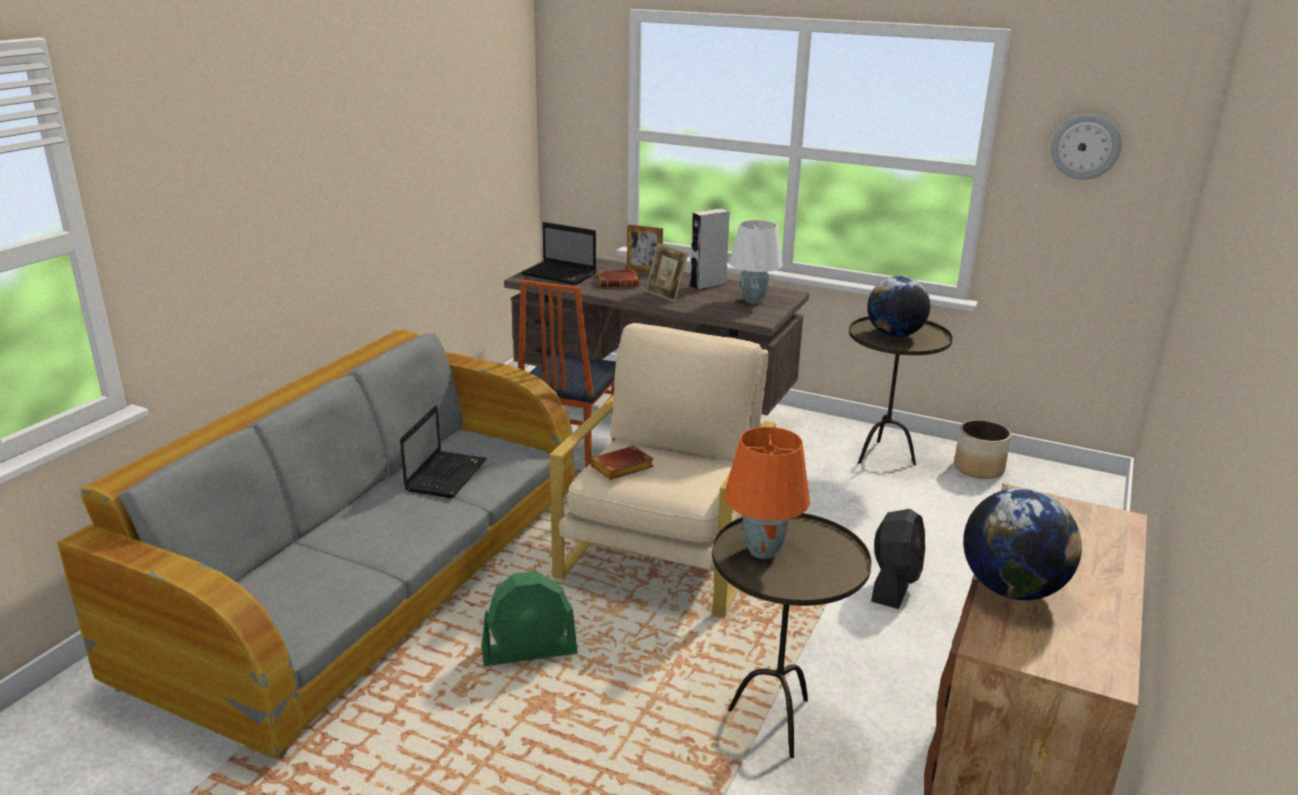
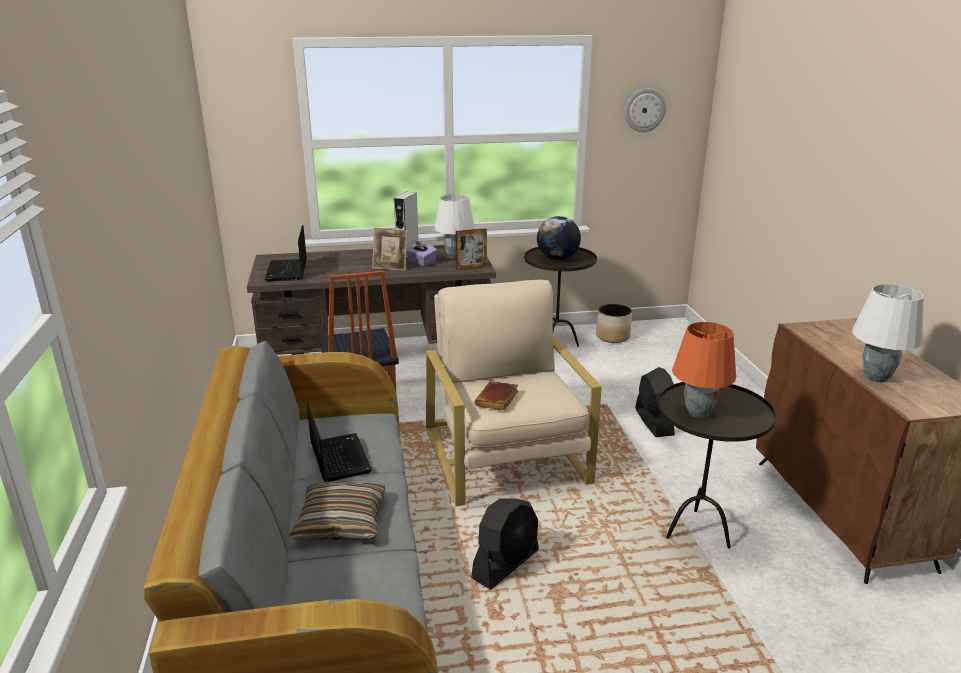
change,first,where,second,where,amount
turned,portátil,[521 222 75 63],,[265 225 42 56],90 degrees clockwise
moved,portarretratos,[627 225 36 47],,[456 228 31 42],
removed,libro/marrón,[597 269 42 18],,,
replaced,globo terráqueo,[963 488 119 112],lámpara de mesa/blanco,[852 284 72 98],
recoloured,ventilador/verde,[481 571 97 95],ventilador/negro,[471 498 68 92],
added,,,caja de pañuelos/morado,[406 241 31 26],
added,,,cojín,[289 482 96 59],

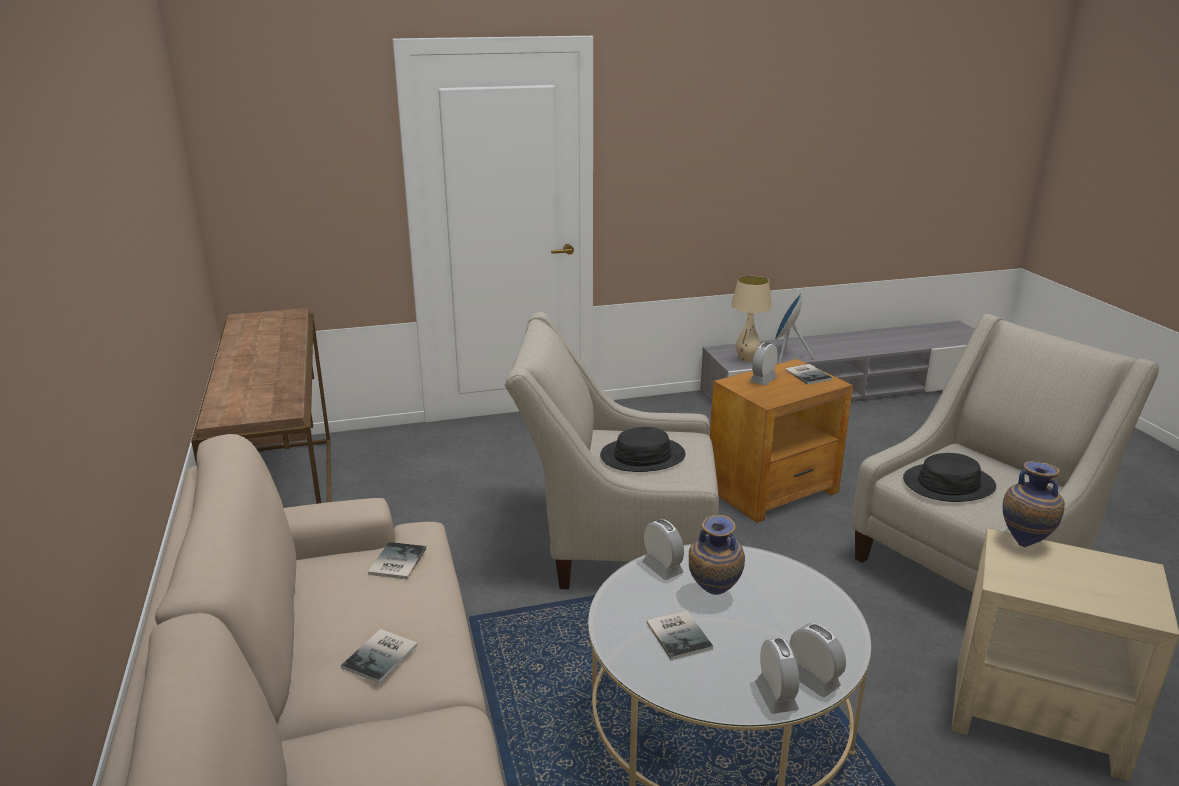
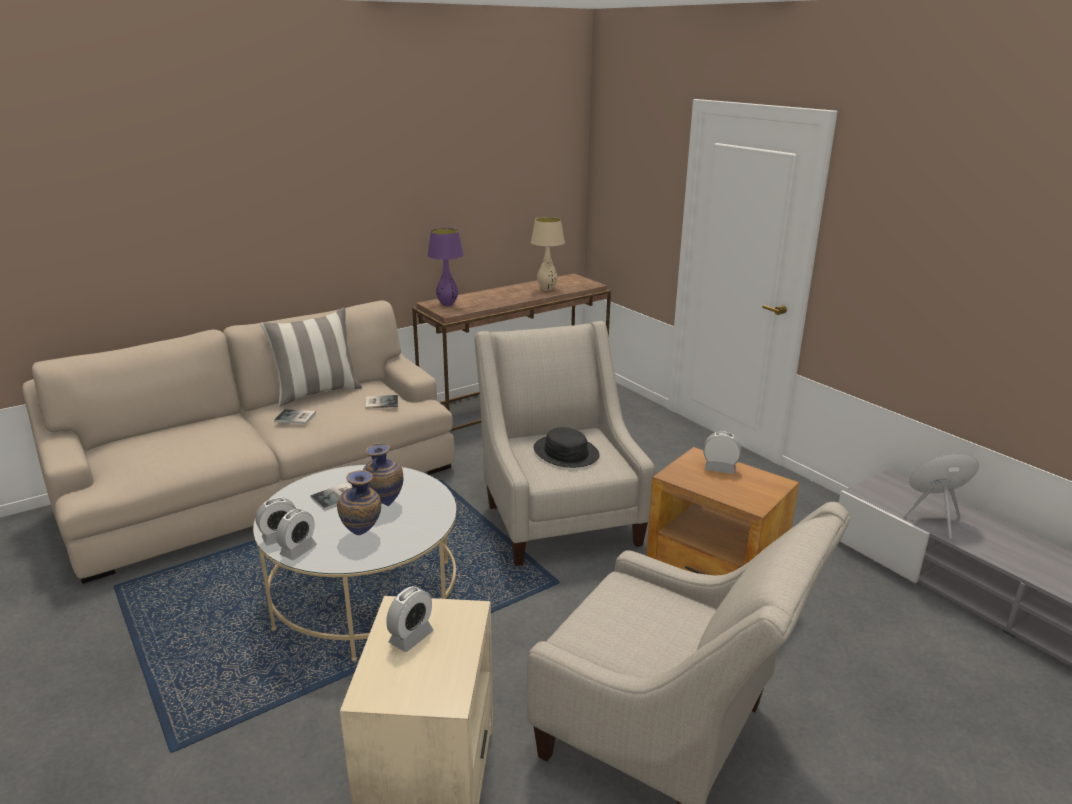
change,first,where,second,where,amount
moved,lámpara de mesa/beis,[731 276 41 86],,[531 217 34 74],
removed,libro,[785 364 47 21],,,
removed,sombrero/negro,[903 453 93 49],,,
moved,florero,[1003 461 62 86],,[337 470 44 65],
moved,despertador,[643 519 41 61],,[386 586 48 66],
added,,,lámpara de mesa/morado,[427 228 37 78],
added,,,cojín,[260 307 102 100],

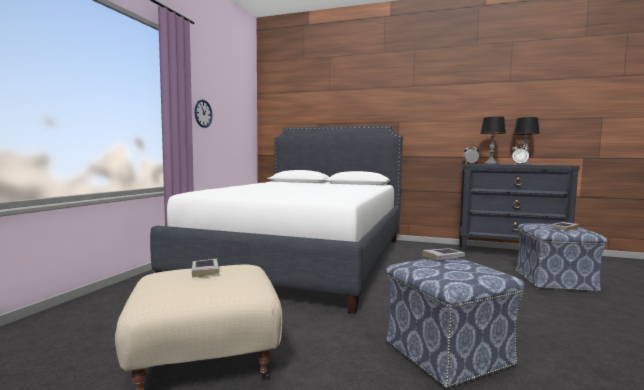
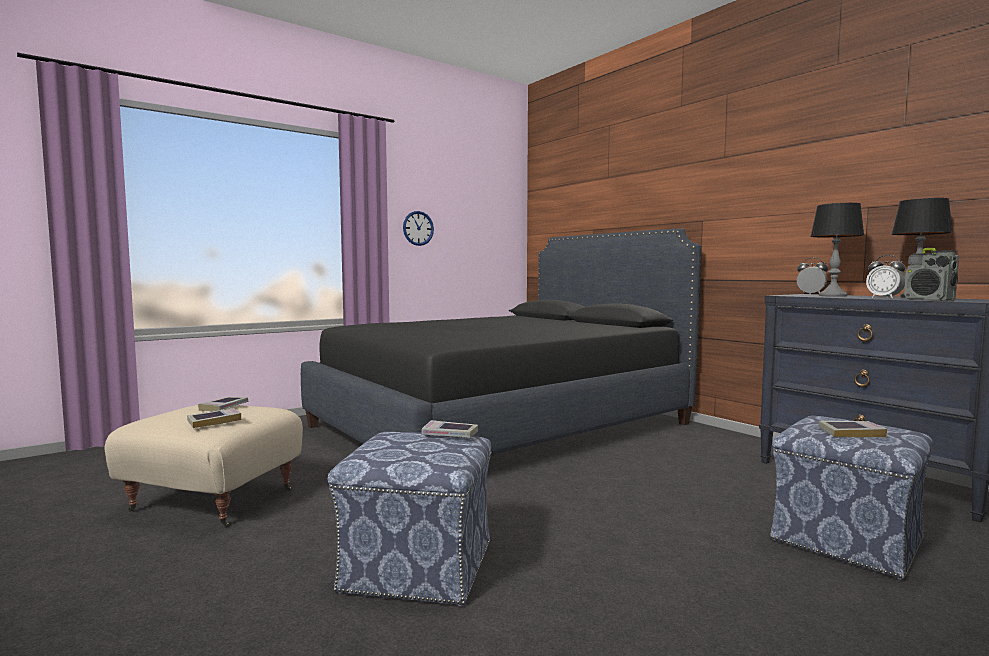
change,first,where,second,where,amount
recoloured,cama/blanco,[150 126 253 188],cama/negro,[301 228 400 227],
added,,,radio,[904 248 55 53],
added,,,libro,[187 408 54 20],

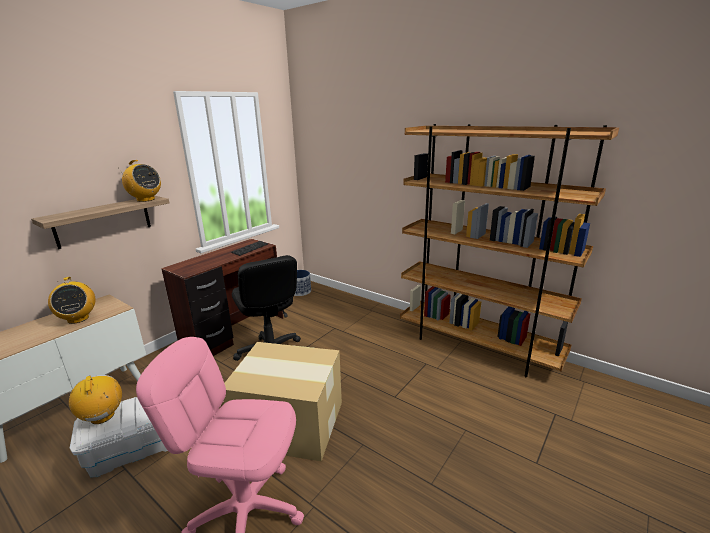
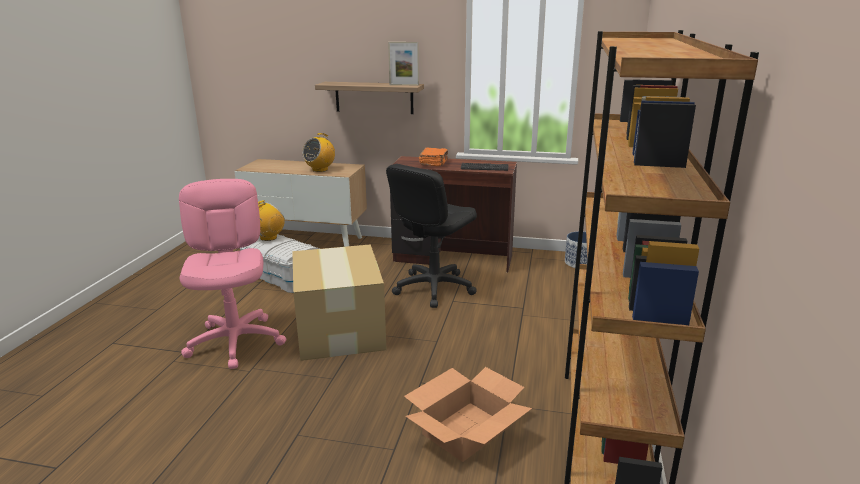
change,first,where,second,where,amount
replaced,radio,[120 160 41 42],portarretratos,[388 42 31 43],
added,,,libro/naranja,[419 147 29 19],
added,,,caja de cartón,[404 367 128 95],

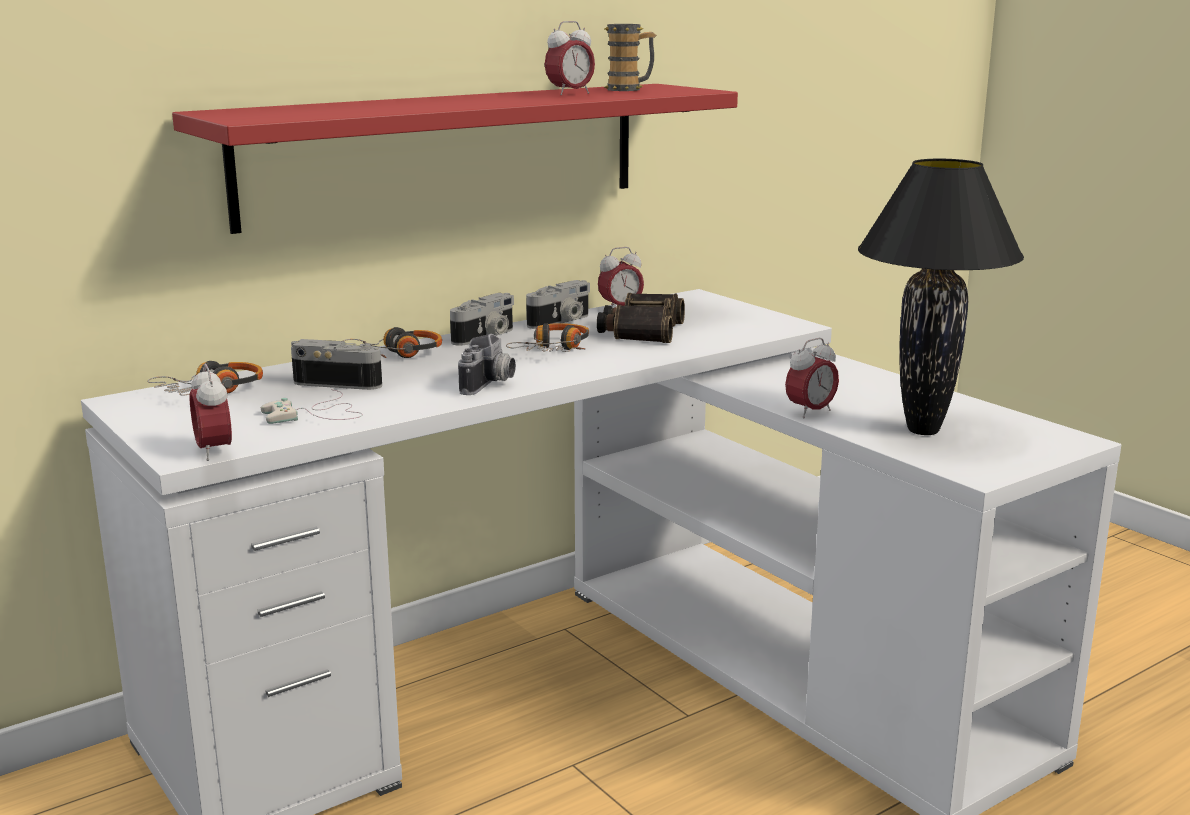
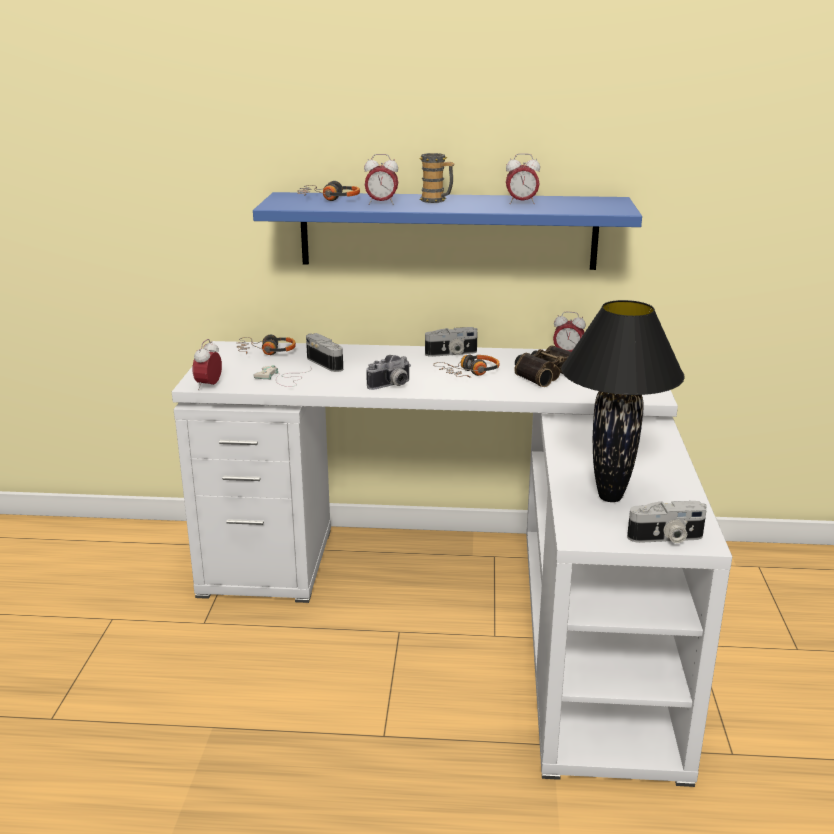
change,first,where,second,where,amount
moved,taza grande,[604 24 53 67],,[419 153 36 50],
recoloured,estante/rojo,[172 84 566 150],estante/azul,[253 192 389 78],
moved,cámara,[526 280 64 49],,[627 501 80 42],
moved,auriculares,[343 327 99 31],,[298 181 62 20],
moved,despertador,[785 338 54 81],,[364 154 34 51],

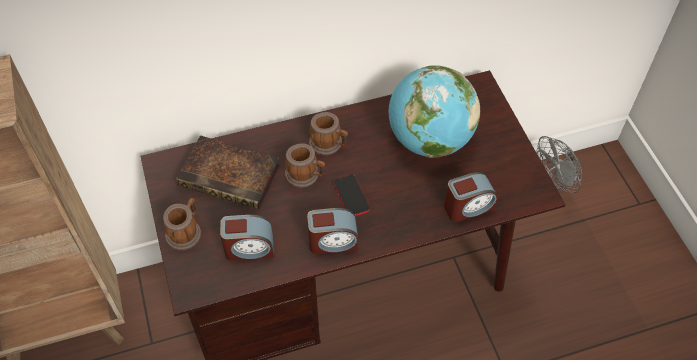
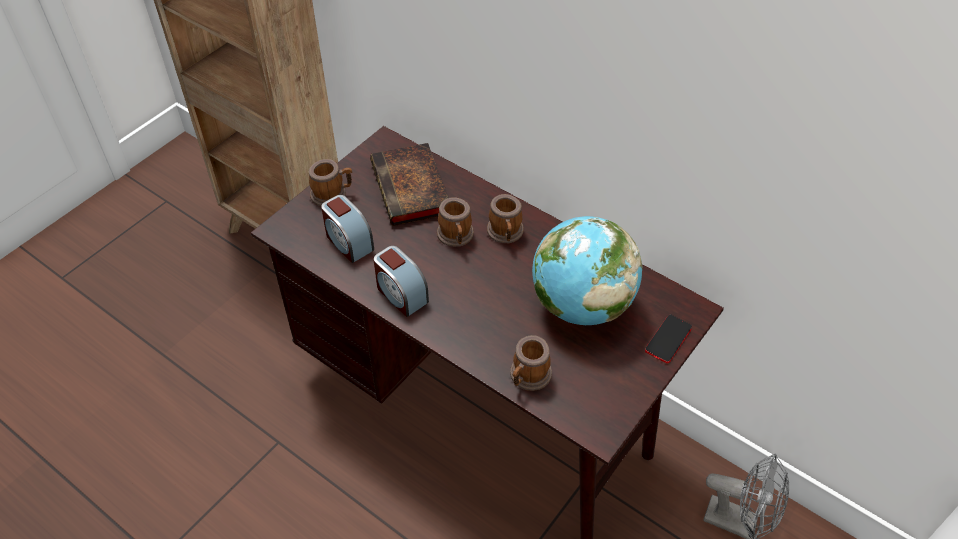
change,first,where,second,where,amount
replaced,despertador,[444 172 53 50],taza grande,[510 335 42 56],
moved,móvil,[334 175 36 41],,[645 314 47 49],

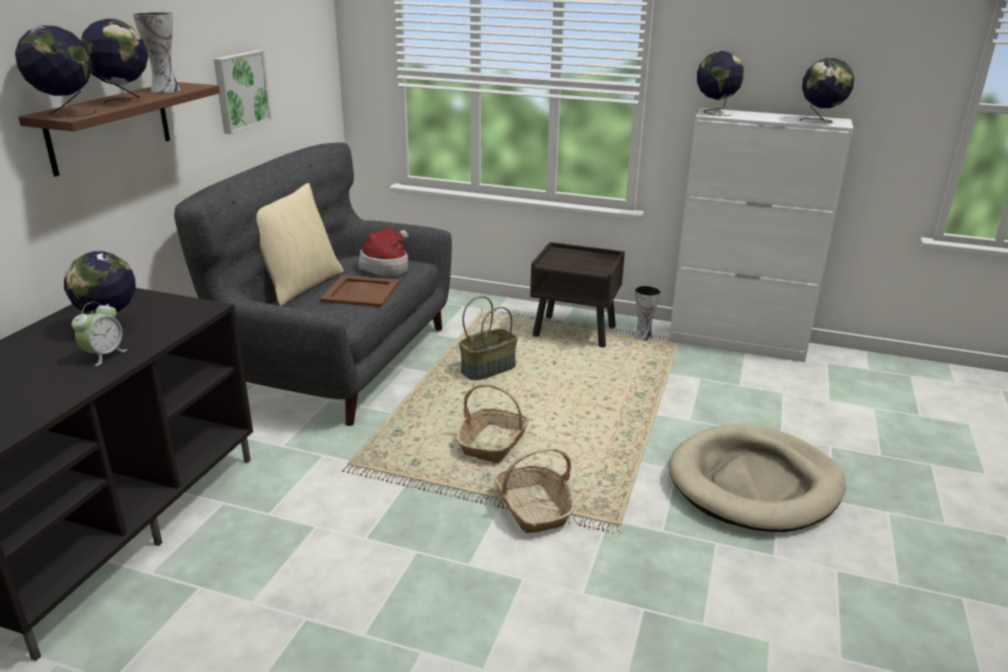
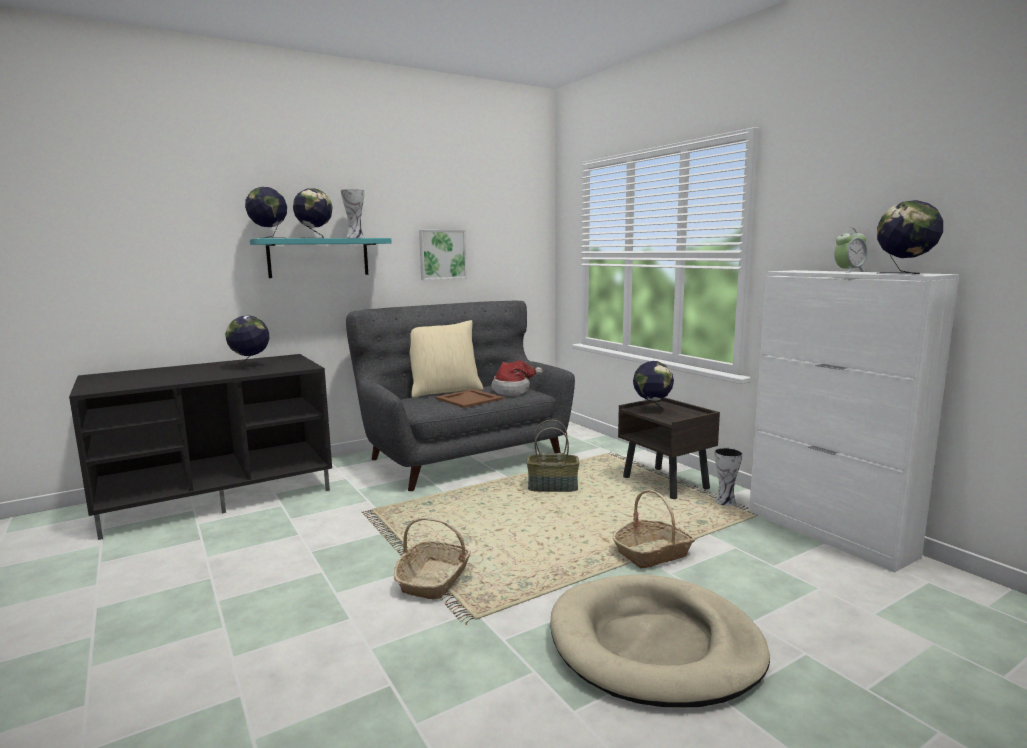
change,first,where,second,where,amount
moved,globo terráqueo,[697 51 47 65],,[633 361 41 54],
recoloured,estante/marrón,[18 82 202 95],estante/turquesa,[250 238 142 40],
moved,despertador,[72 302 55 64],,[834 228 33 45],
moved,cesta,[456 384 73 79],,[613 489 82 79],

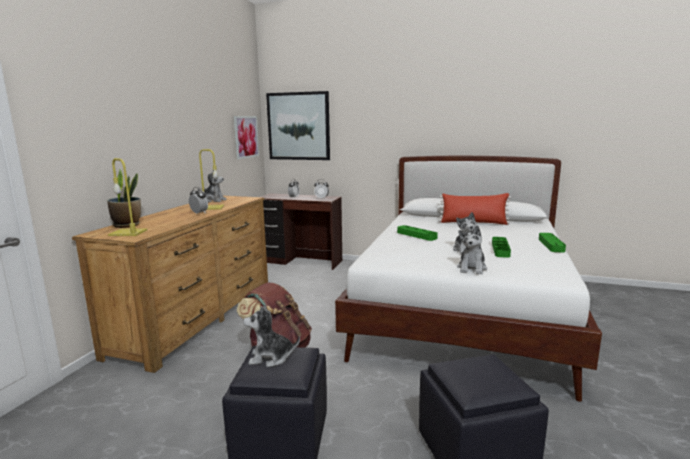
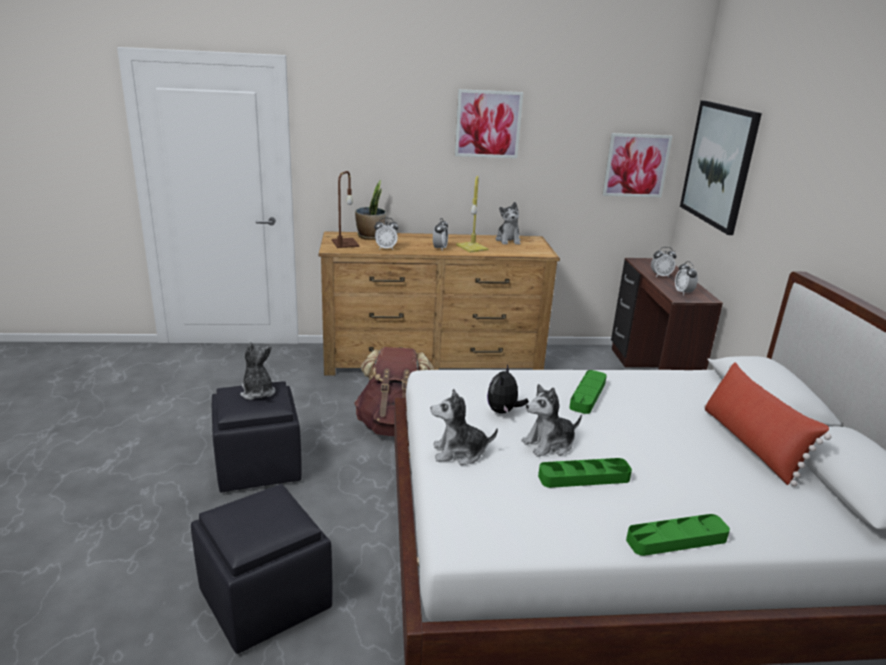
change,first,where,second,where,amount
recoloured,lámpara de mesa/amarillo,[108 158 39 78],lámpara de mesa/marrón,[332 171 27 77],
added,,,cuadro,[455 89 68 69],
added,,,despertador,[374 218 24 32],
added,,,peluche,[487 364 42 50],

